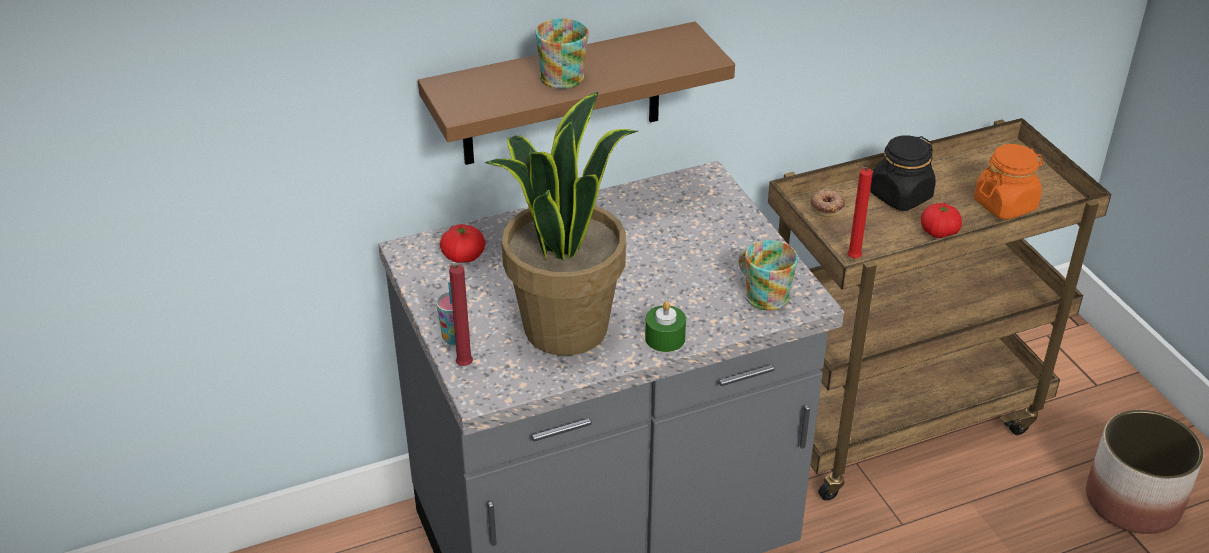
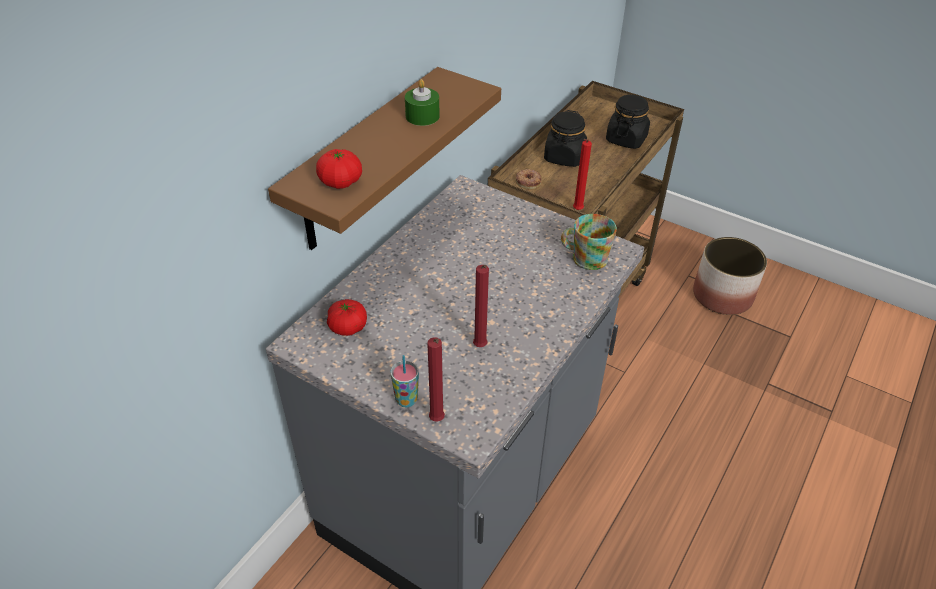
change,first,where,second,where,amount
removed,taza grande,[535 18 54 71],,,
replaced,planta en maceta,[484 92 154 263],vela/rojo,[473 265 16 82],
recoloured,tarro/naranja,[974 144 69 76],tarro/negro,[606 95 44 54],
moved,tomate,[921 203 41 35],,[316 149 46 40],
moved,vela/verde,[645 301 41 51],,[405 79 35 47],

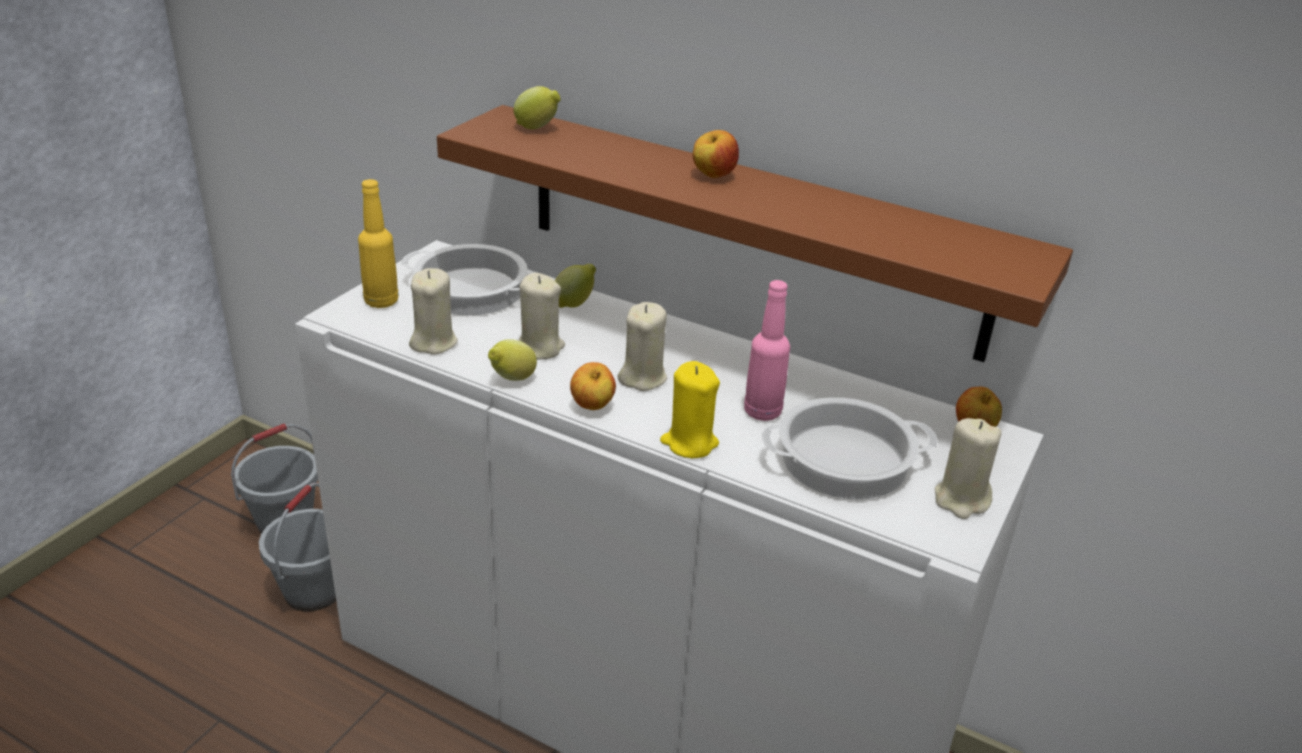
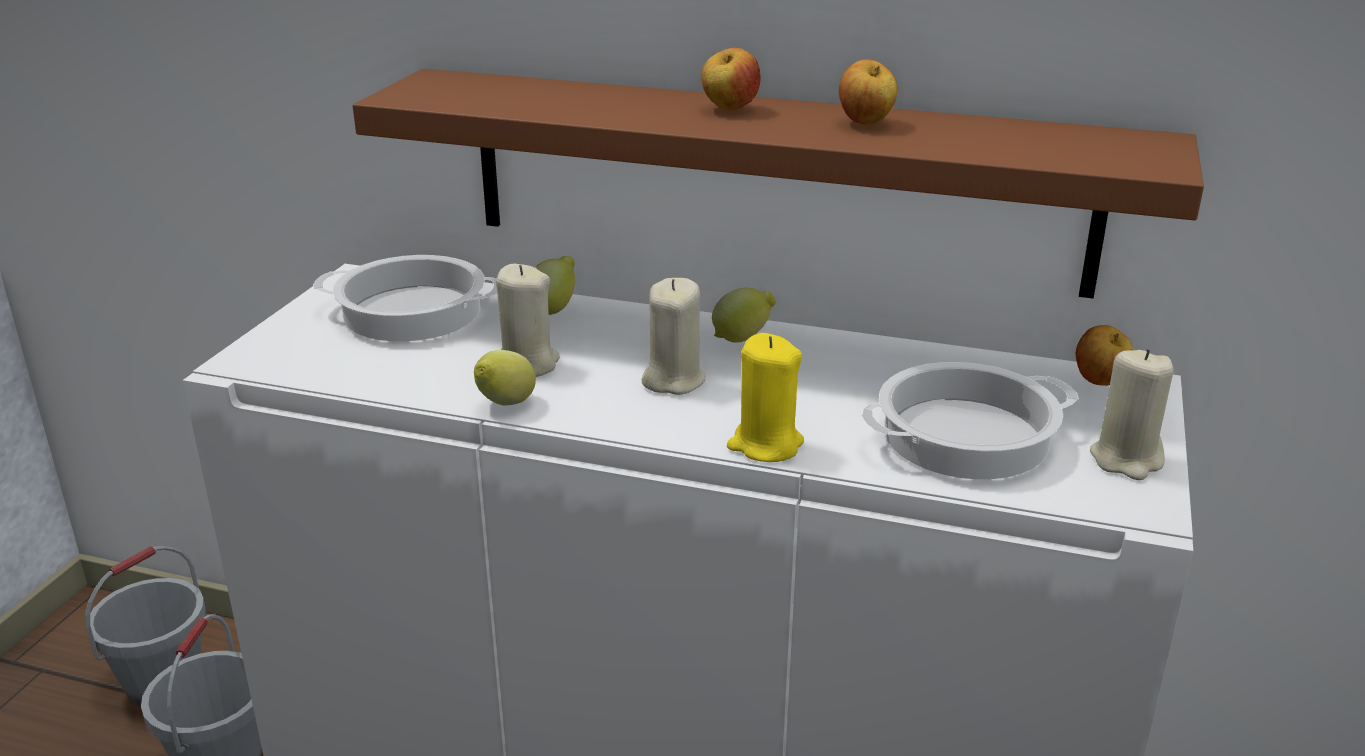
change,first,where,second,where,amount
moved,limón,[513 86 48 43],,[712 287 64 56],
removed,botella/amarillo,[358 179 41 129],,,
removed,vela/beis,[409 268 49 87],,,
removed,botella/rosa,[744 280 46 141],,,
moved,manzana,[570 362 46 48],,[839 59 58 66],

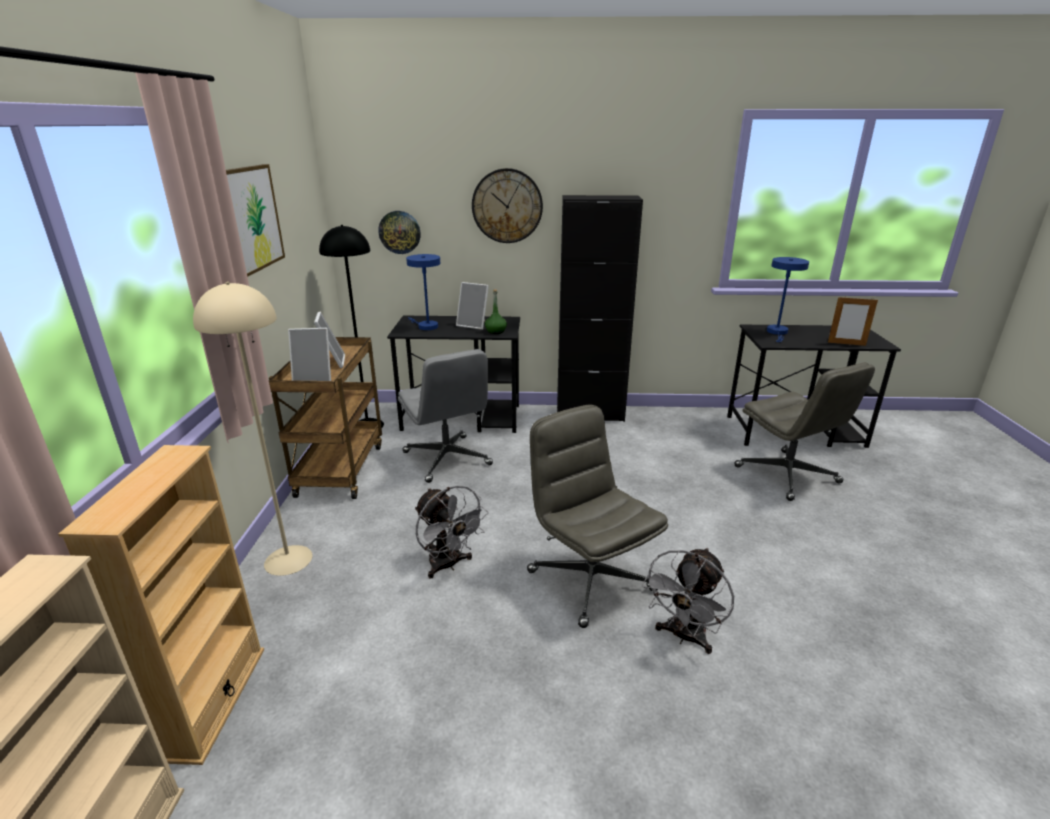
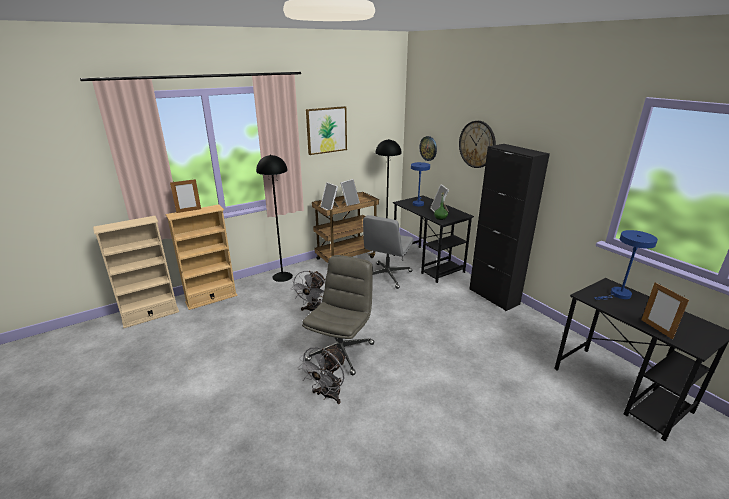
change,first,where,second,where,amount
recoloured,lámpara de pie/beis,[193 282 119 294],lámpara de pie/negro,[256 155 37 127],
removed,silla de oficina/gris,[734 362 141 139],,,
turned,ventilador/gris,[642 548 92 106],,[299 345 47 59],60 degrees counterclockwise
added,,,portarretratos,[170 179 31 34],

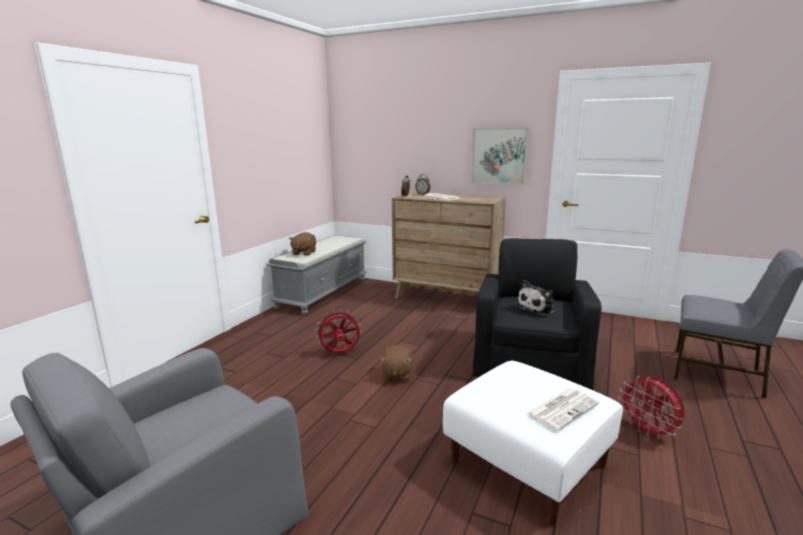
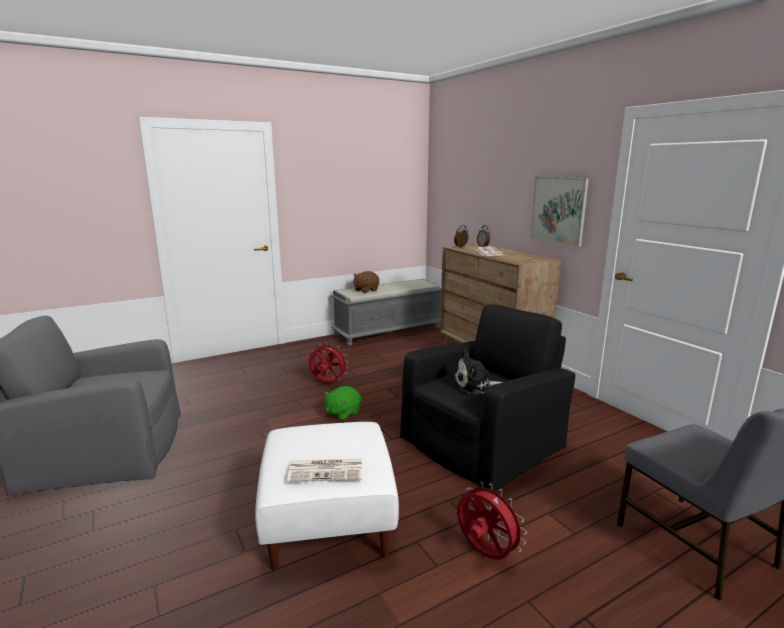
change,first,where,second,where,amount
recoloured,peluche/marrón,[380 345 33 36],peluche/verde,[324 386 37 35],
turned,ventilador/rojo,[618 376 67 63],,[457 482 70 78],135 degrees clockwise

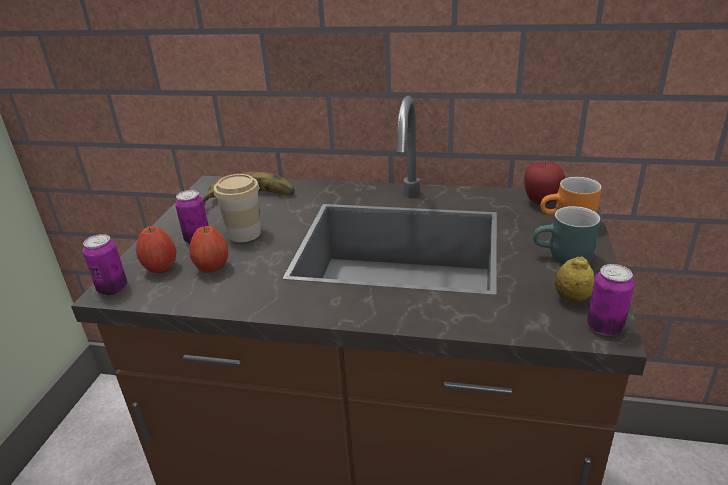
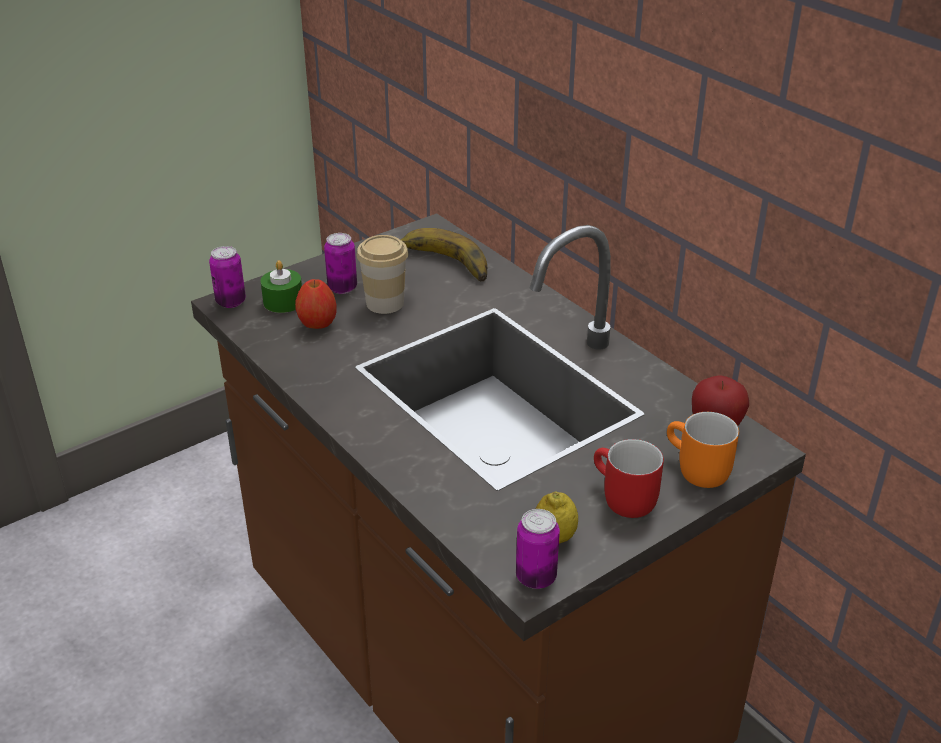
change,first,where,second,where,amount
recoloured,taza grande/turquesa,[533 206 68 58],taza grande/rojo,[594 439 70 79],
replaced,manzana,[136 226 41 47],vela/verde,[261 260 41 53],

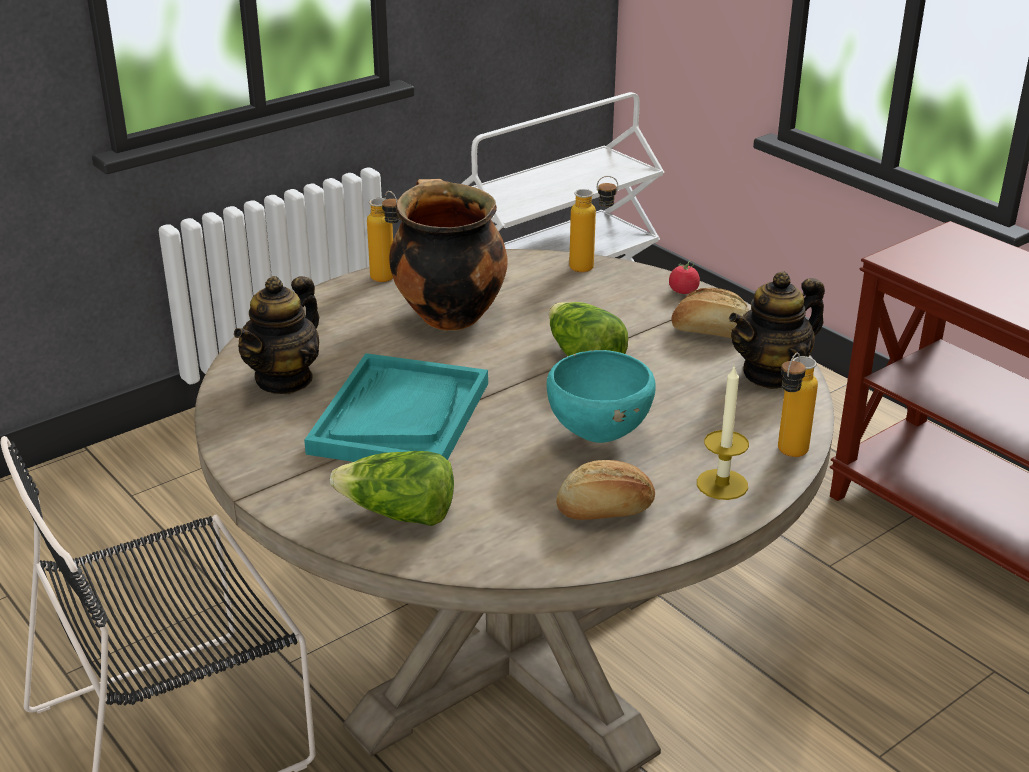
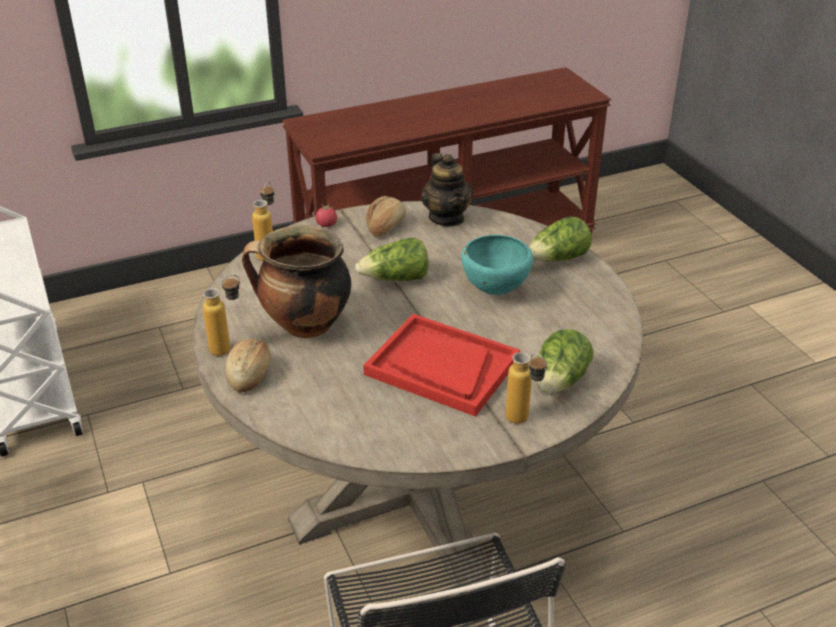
change,first,where,second,where,amount
removed,tetera,[234 276 85 118],,,
moved,botella,[778 352 40 105],,[506 352 41 72],
recoloured,bandeja/turquesa,[304 353 184 109],bandeja/rojo,[363 314 157 103],
replaced,vela,[697 364 52 136],lechuga,[529 216 63 46],
moved,pan,[556 460 99 60],,[225 339 46 53],

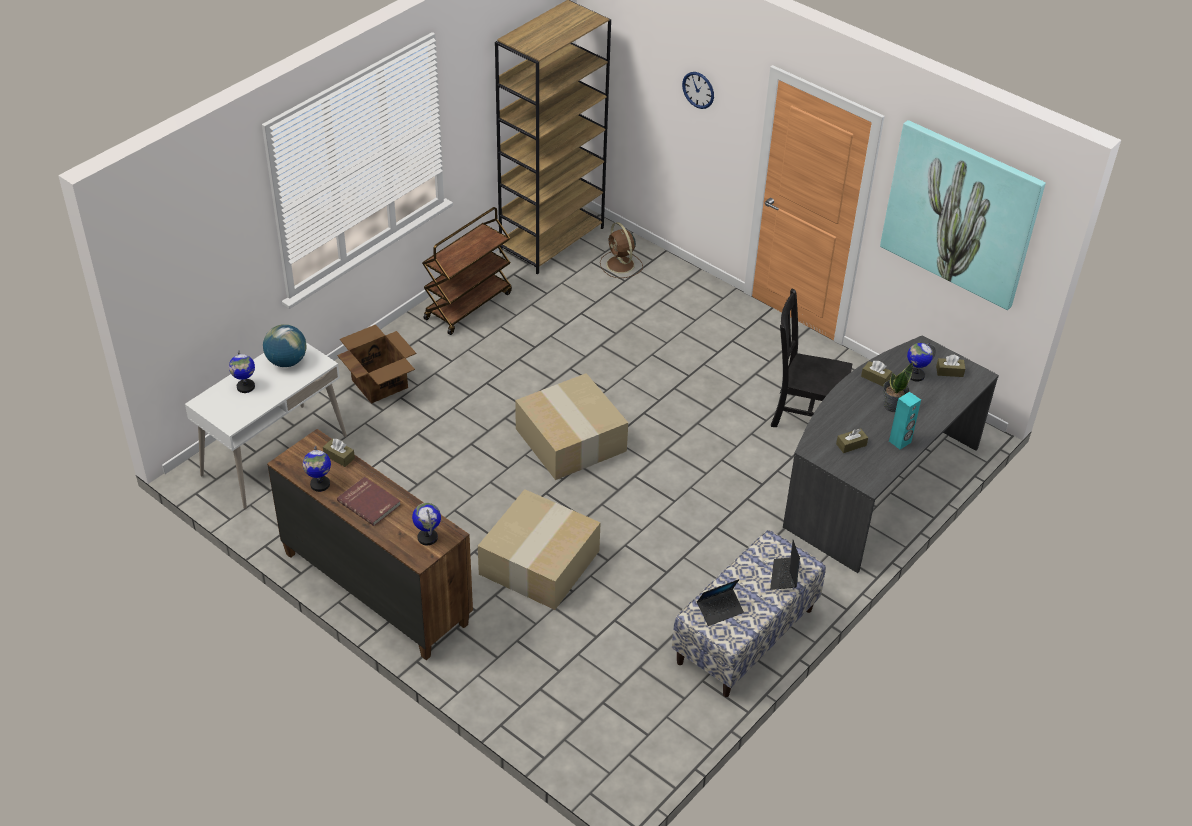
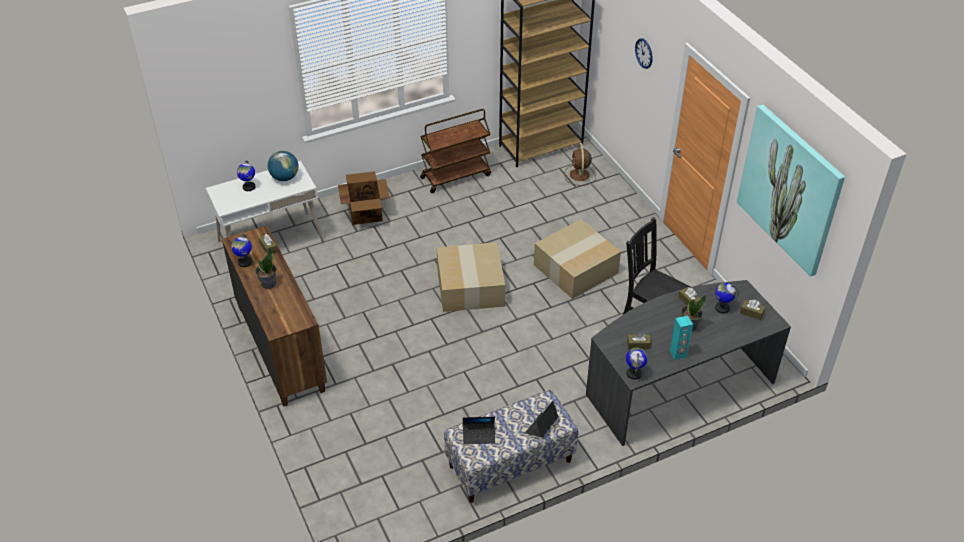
change,first,where,second,where,amount
replaced,libro/rojo,[337 477 64 49],planta en maceta,[255 247 22 42],
moved,caja de cartón,[478 489 123 121],,[534 219 87 80],
moved,globo terráqueo,[412 503 29 42],,[626 348 22 32],

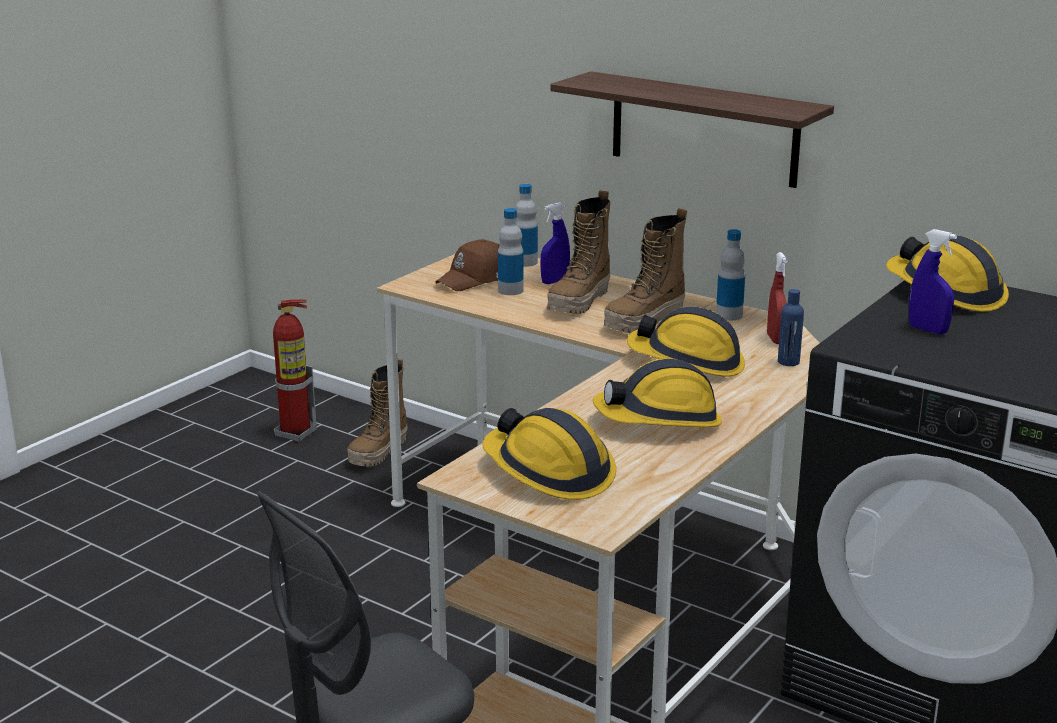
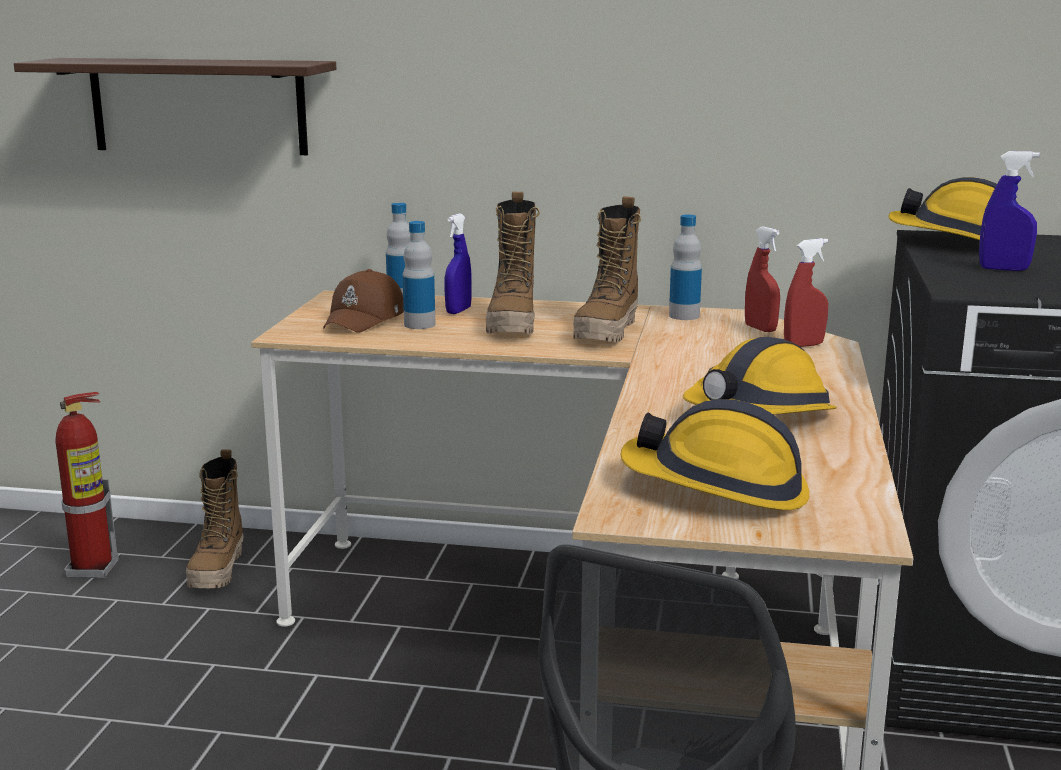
change,first,where,second,where,amount
moved,estante,[550 71 284 117],,[14 58 322 97],
replaced,botella/azul,[778 289 26 77],pulverizador/rojo,[784 238 44 109],
removed,casco,[627 307 118 70],,,

